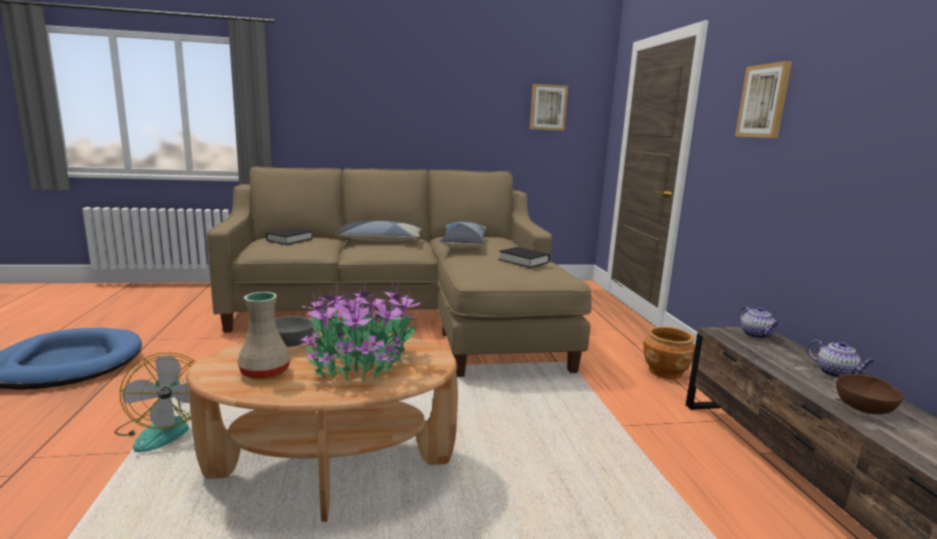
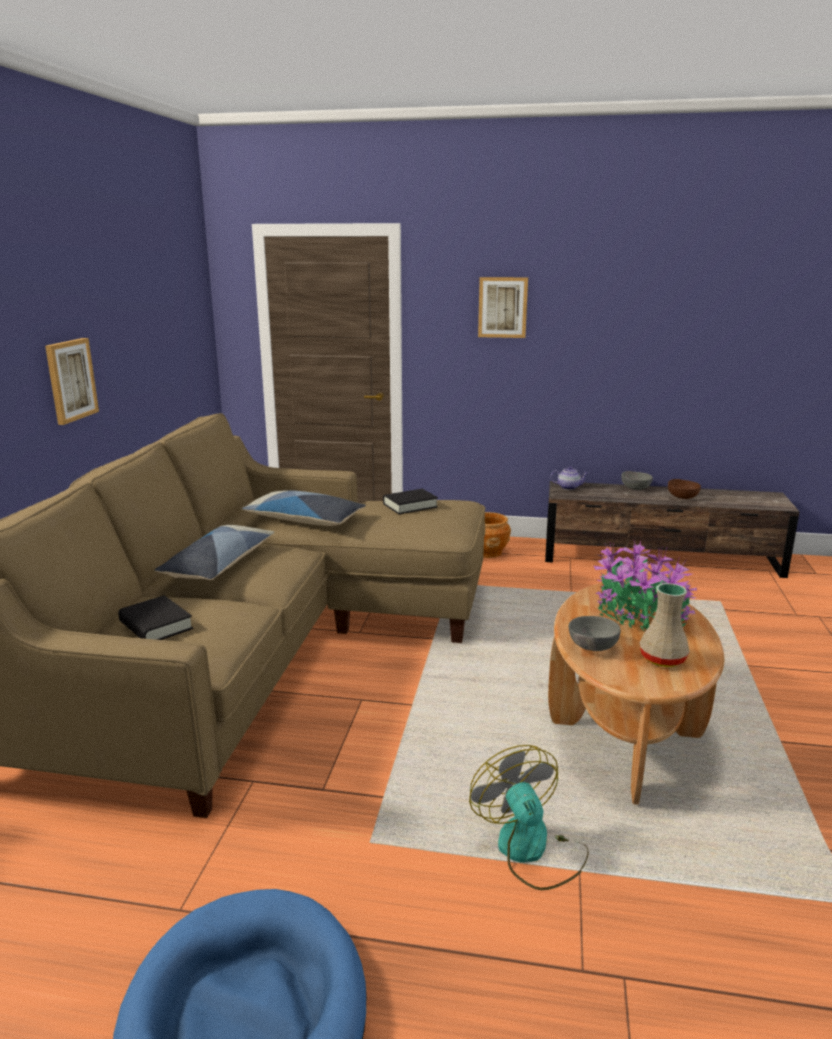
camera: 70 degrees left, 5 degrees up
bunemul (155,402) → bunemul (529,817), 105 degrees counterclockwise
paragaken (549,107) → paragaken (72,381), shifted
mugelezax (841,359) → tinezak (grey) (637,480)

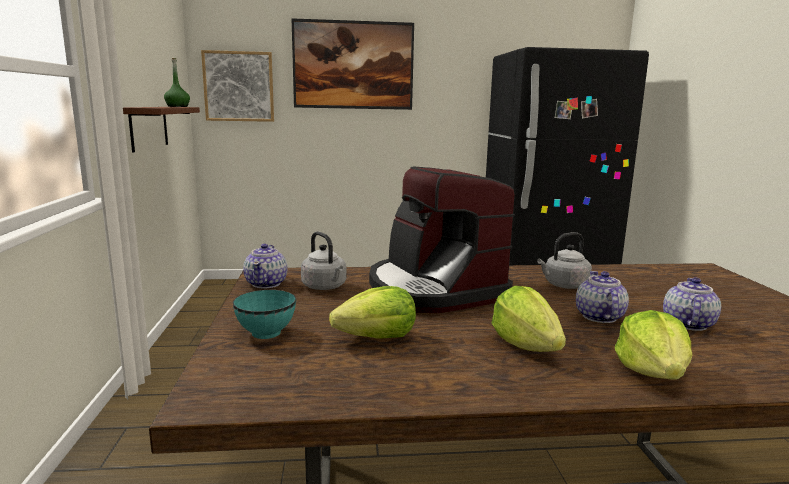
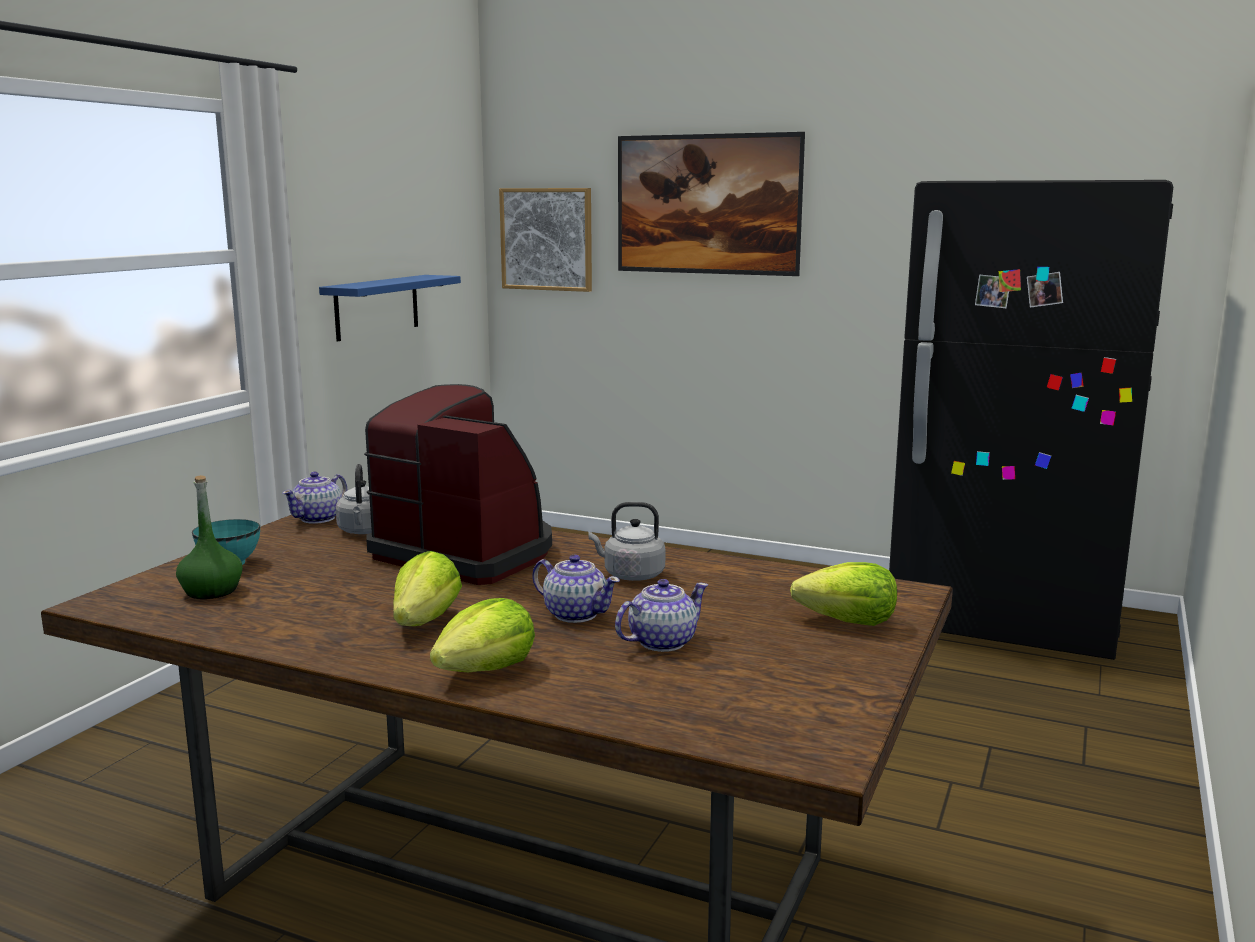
camera: 30 degrees right, 0 degrees up
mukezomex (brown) (161,130) → mukezomex (blue) (390,308)
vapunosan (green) (177,82) → vapunosan (green) (209,537), shifted
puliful (372,312) → puliful (843,594), shifted
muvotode (442,239) → muvotode (458,484), 120 degrees clockwise
mugelezax (602,297) → mugelezax (576,589), 90 degrees clockwise

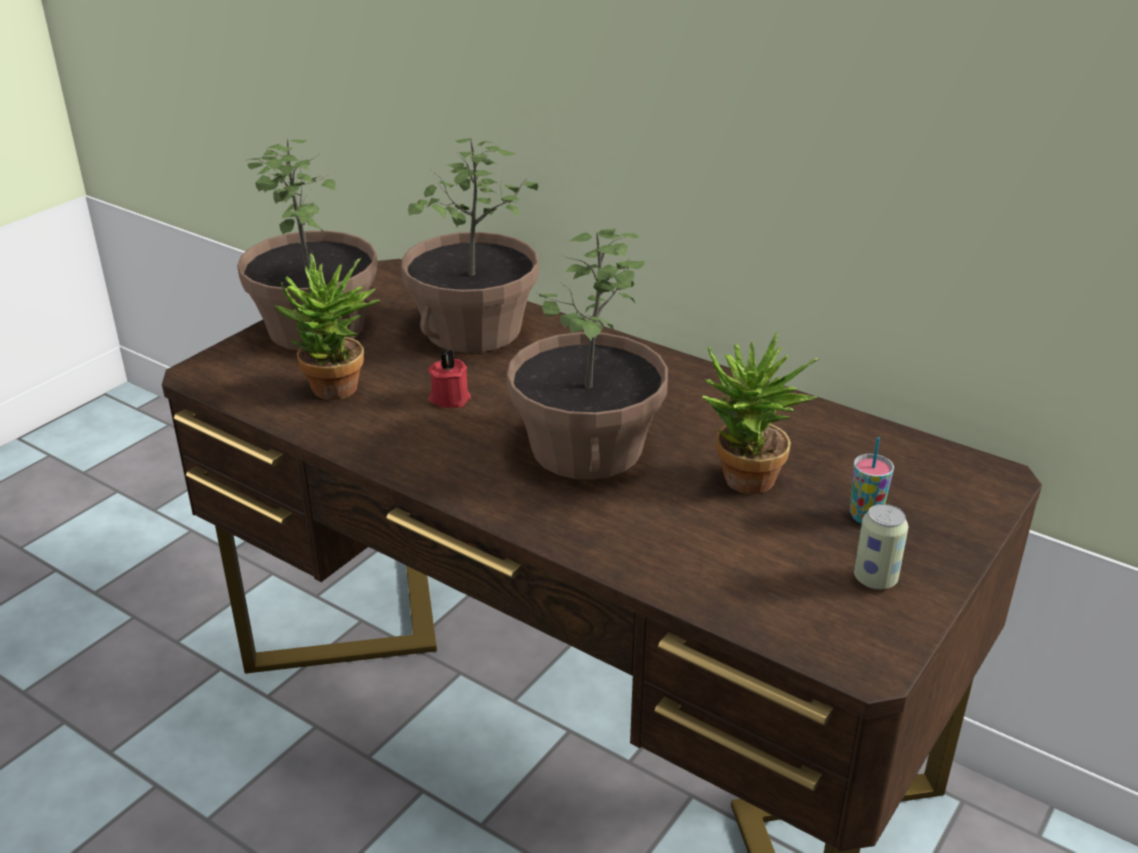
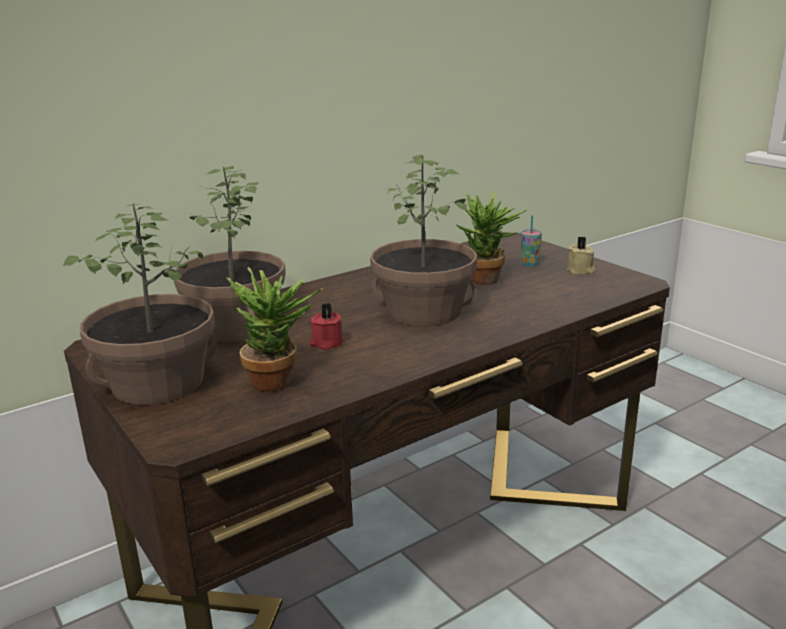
camera: 70 degrees left, 10 degrees down
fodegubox (881,547) → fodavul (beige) (580,255)

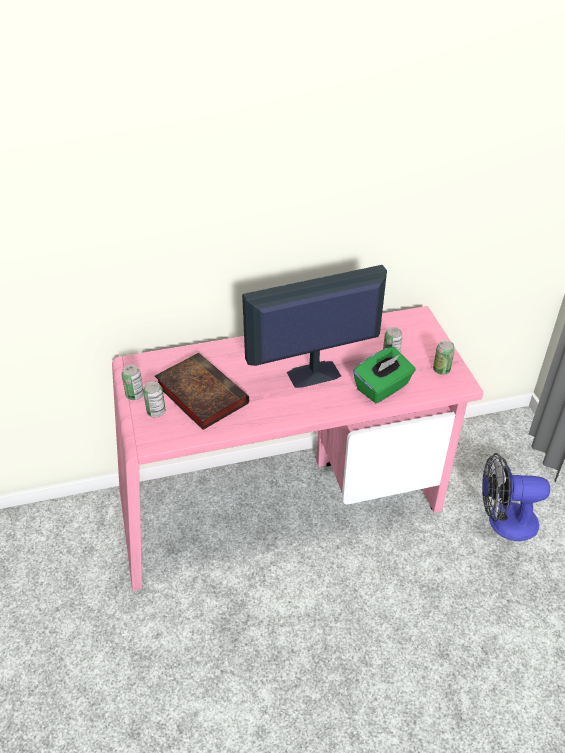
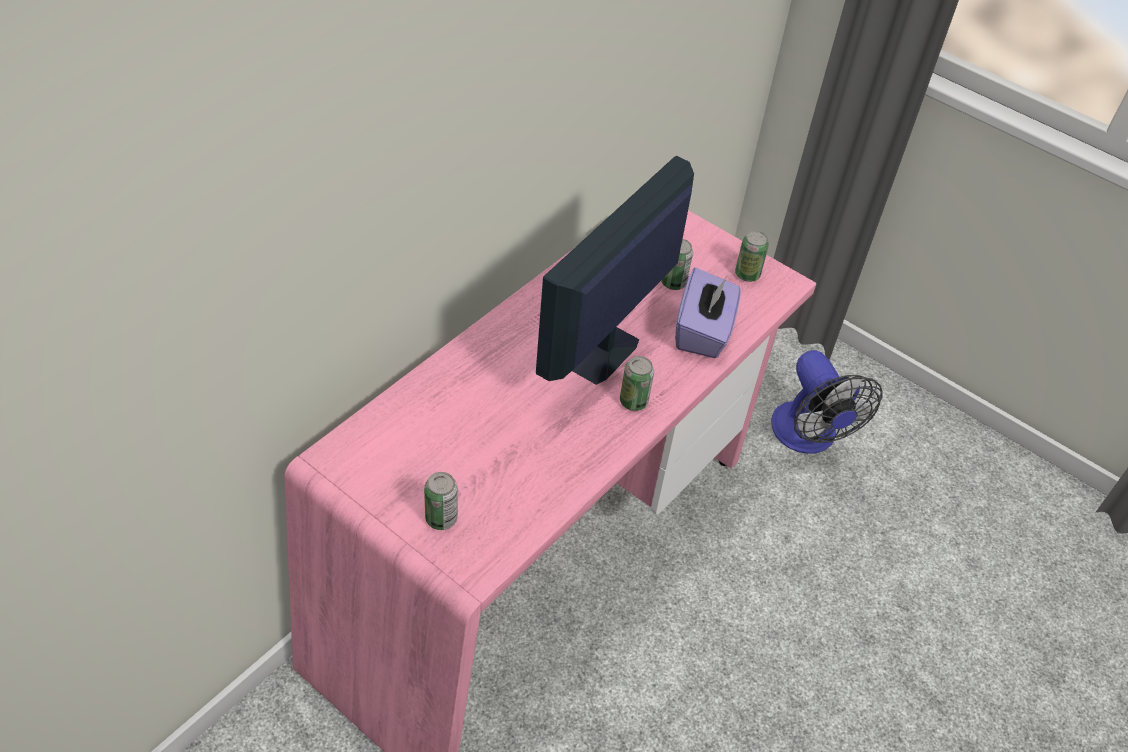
camera: 40 degrees left, 5 degrees up
fodegubox (133,382) → fodegubox (637,383), shifted
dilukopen (202,391) → -
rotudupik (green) (384,375) → rotudupik (purple) (708,313)
bunemul (516,497) → bunemul (826,402), 75 degrees counterclockwise

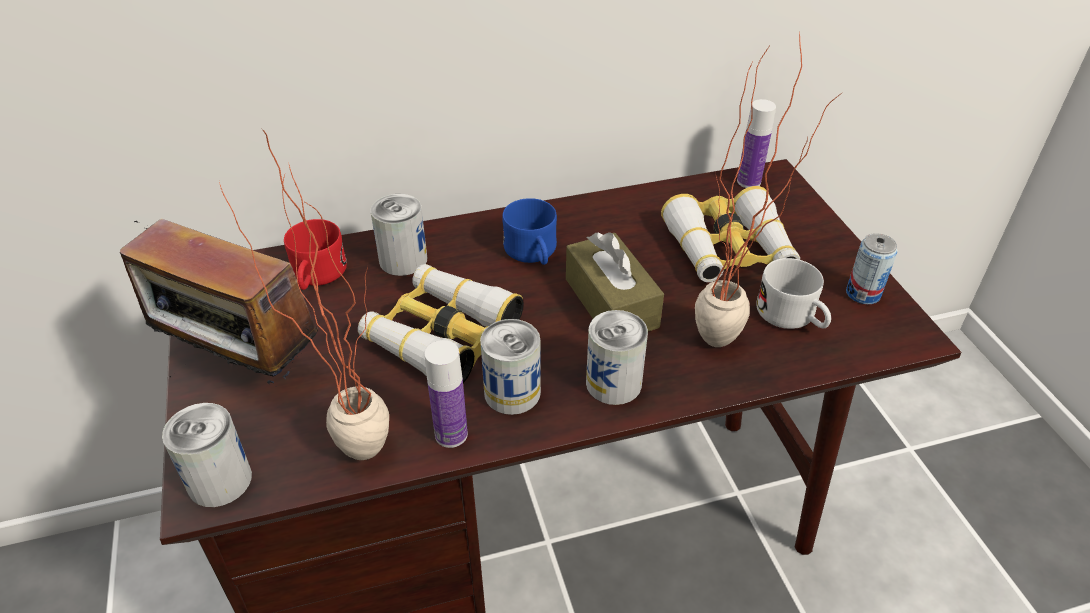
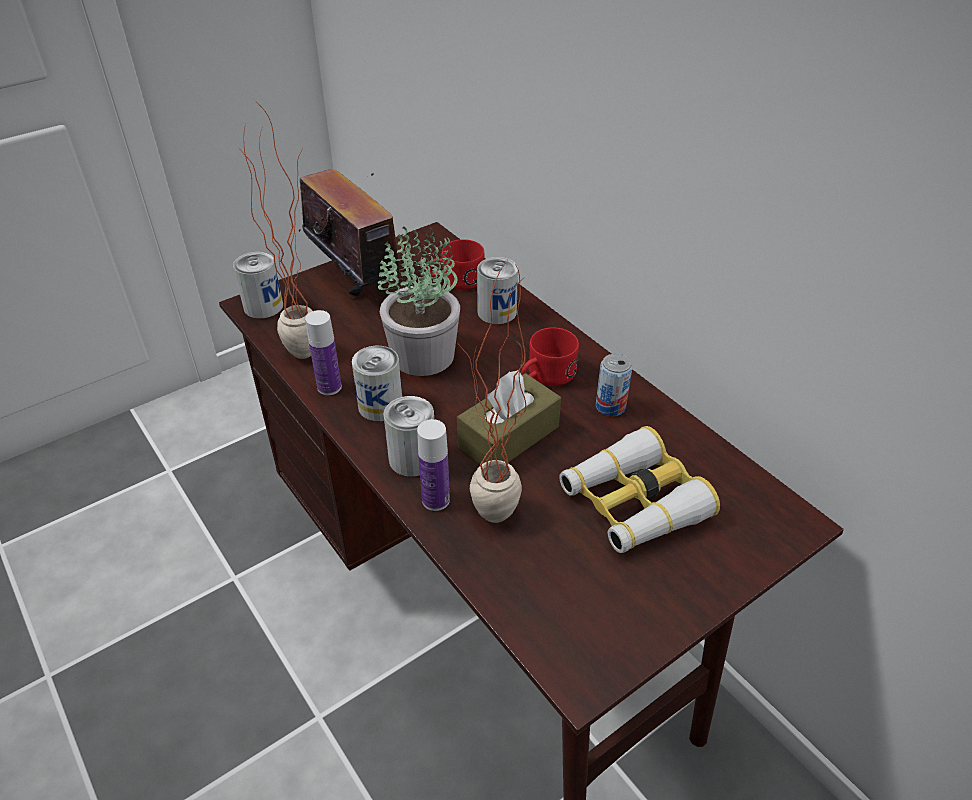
camera: 70 degrees right, 0 degrees up
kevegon (219,303) → kevegon (349,234), 135 degrees clockwise
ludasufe (441,323) → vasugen (419,301)
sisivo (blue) (529,231) → sisivo (red) (550,356)
vapunosan (756,143) → vapunosan (433,465), shifted
sisivo (white) (793,293) → -
fodegubox (872,268) → fodegubox (614,385), shifted

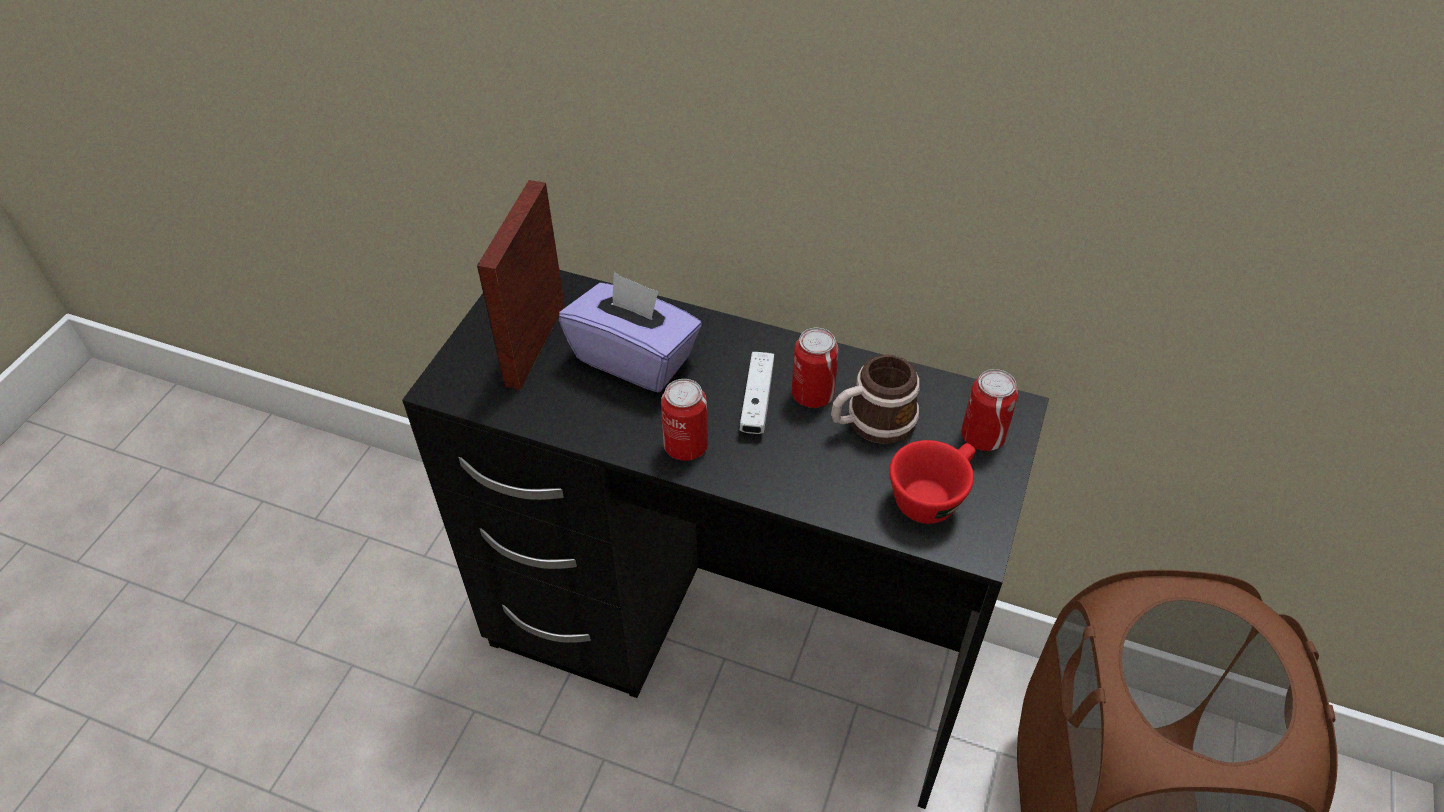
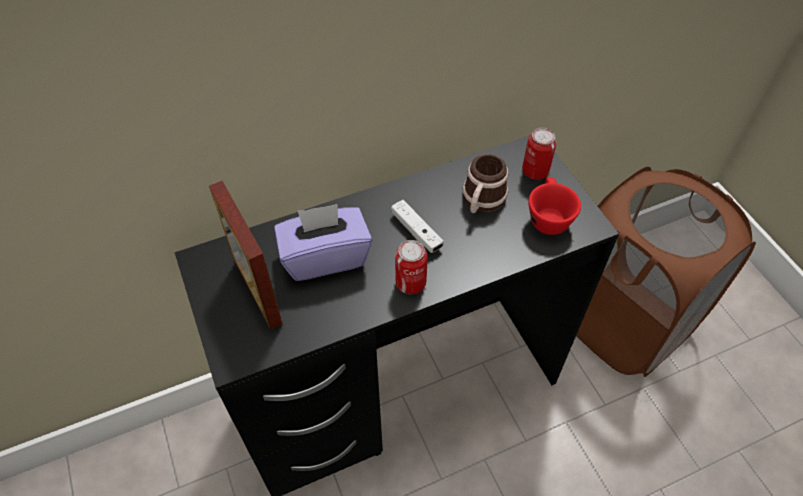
camera: 45 degrees left, 5 degrees up
fodegubox (815,368) → -

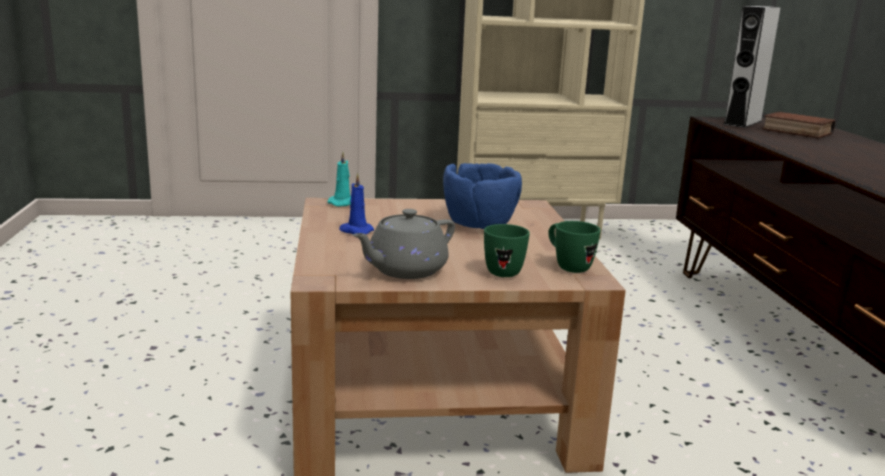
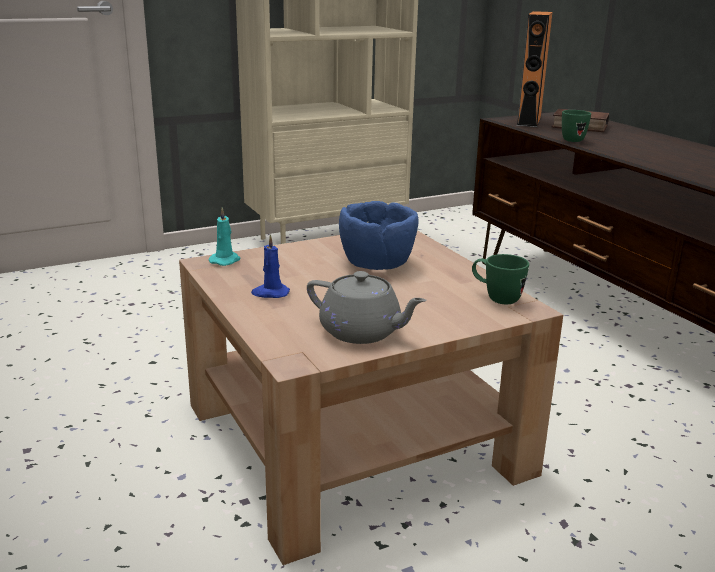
camera: 20 degrees left, 5 degrees up
mugelezax (grey) (403,244) → mugelezax (grey) (367,307), 90 degrees counterclockwise
sisivo (green) (507,250) → sisivo (green) (576,126), shifted
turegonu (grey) (752,67) → turegonu (orange) (534,69)

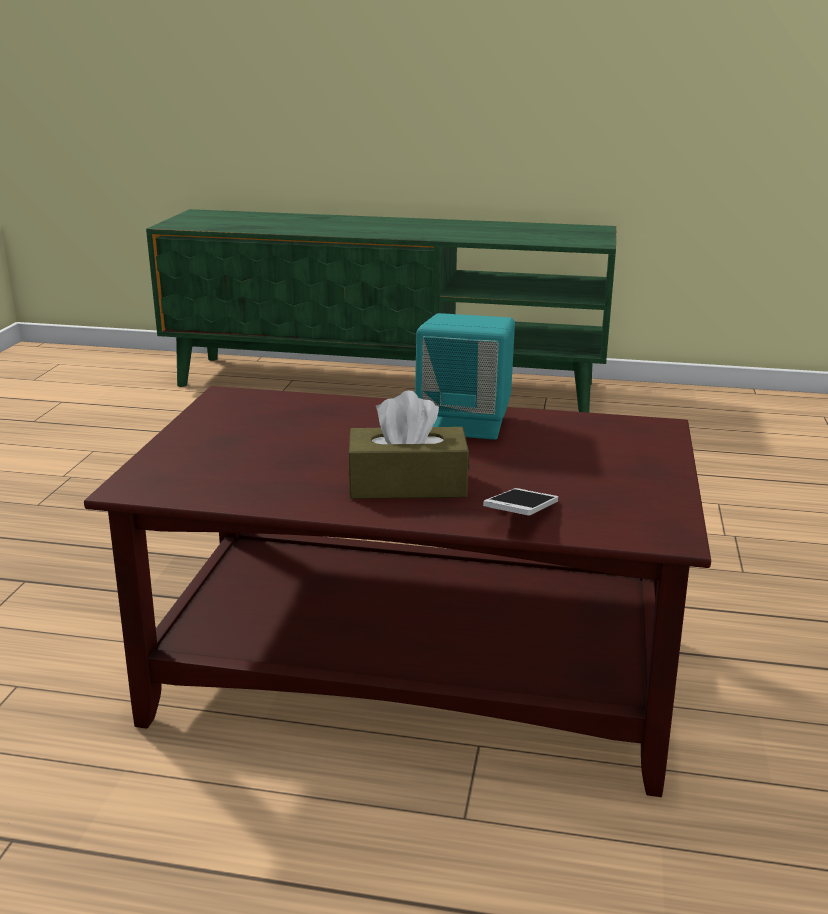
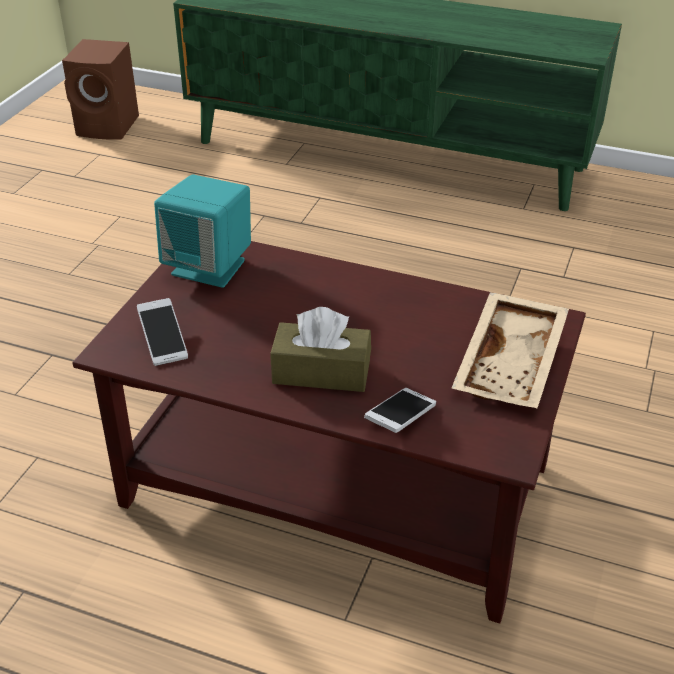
camera: 10 degrees right, 15 degrees up
turegonu (turquoise) (465,376) → turegonu (turquoise) (202,231), shifted
- → turegonu (brown) (100,89)
- → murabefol (162,332)
- → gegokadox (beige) (510,350)

